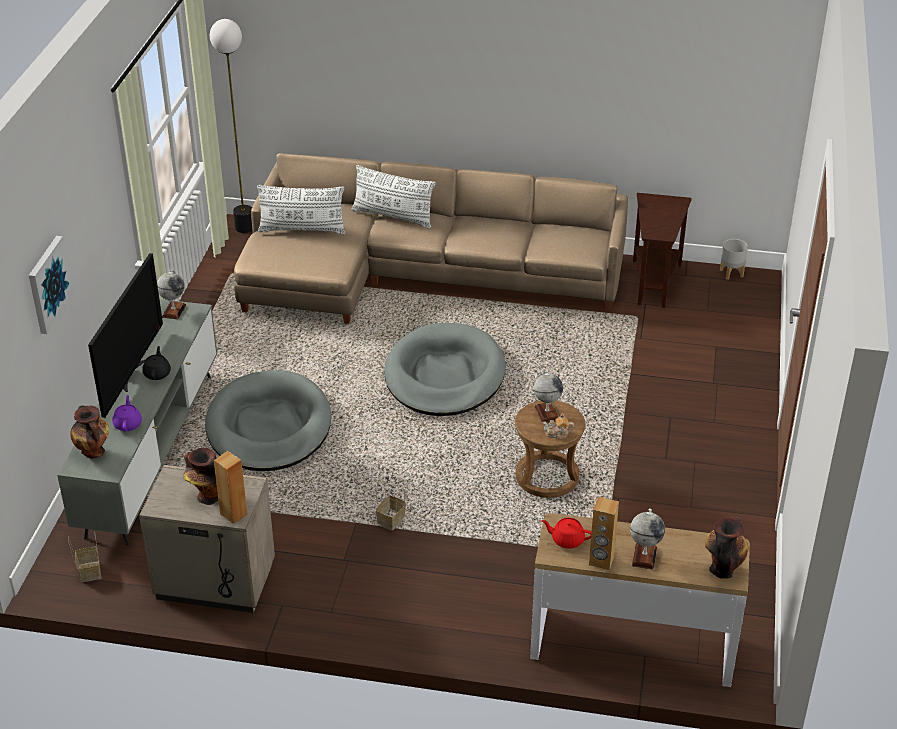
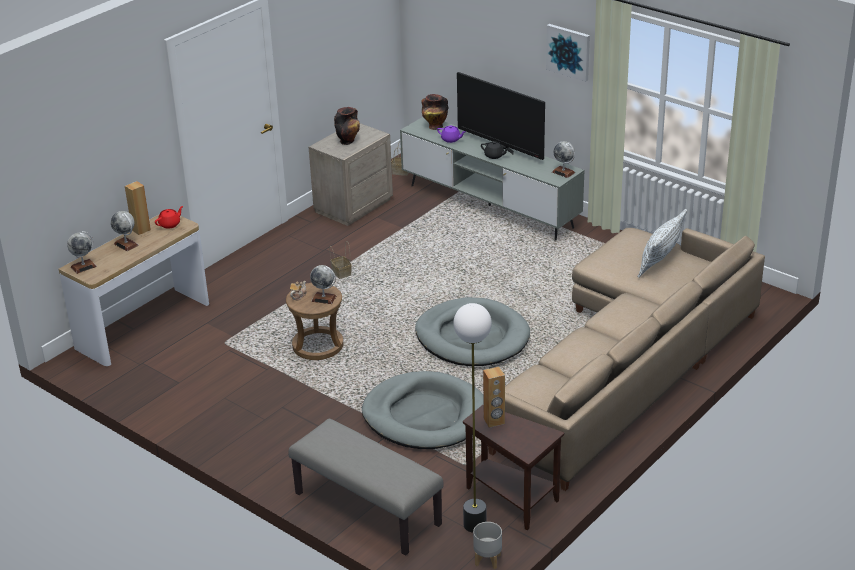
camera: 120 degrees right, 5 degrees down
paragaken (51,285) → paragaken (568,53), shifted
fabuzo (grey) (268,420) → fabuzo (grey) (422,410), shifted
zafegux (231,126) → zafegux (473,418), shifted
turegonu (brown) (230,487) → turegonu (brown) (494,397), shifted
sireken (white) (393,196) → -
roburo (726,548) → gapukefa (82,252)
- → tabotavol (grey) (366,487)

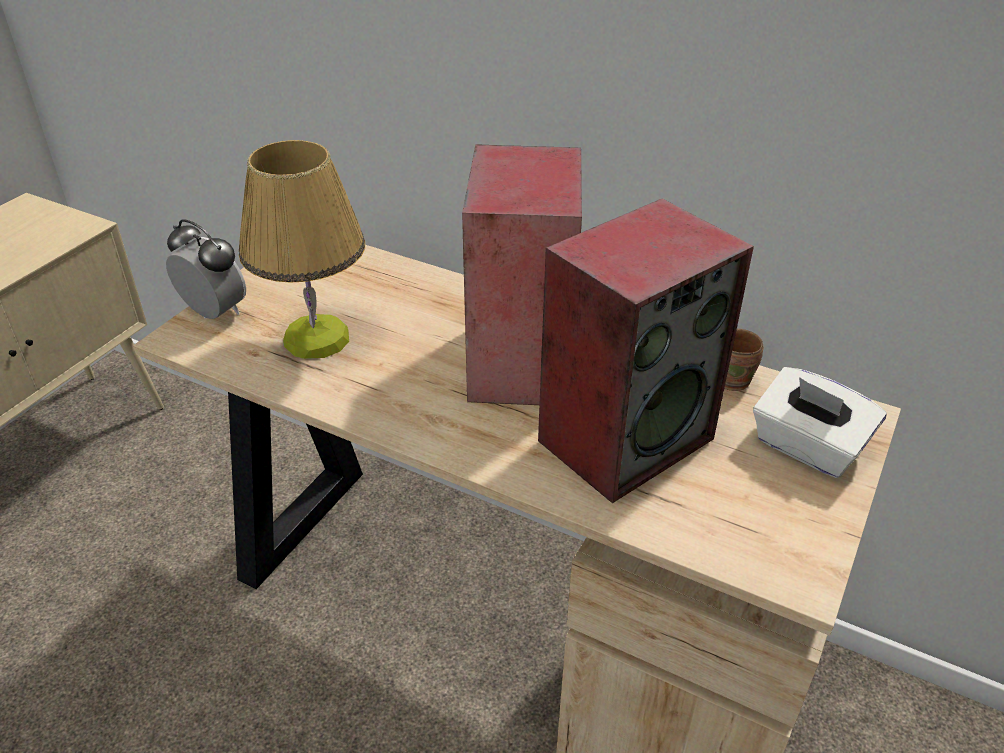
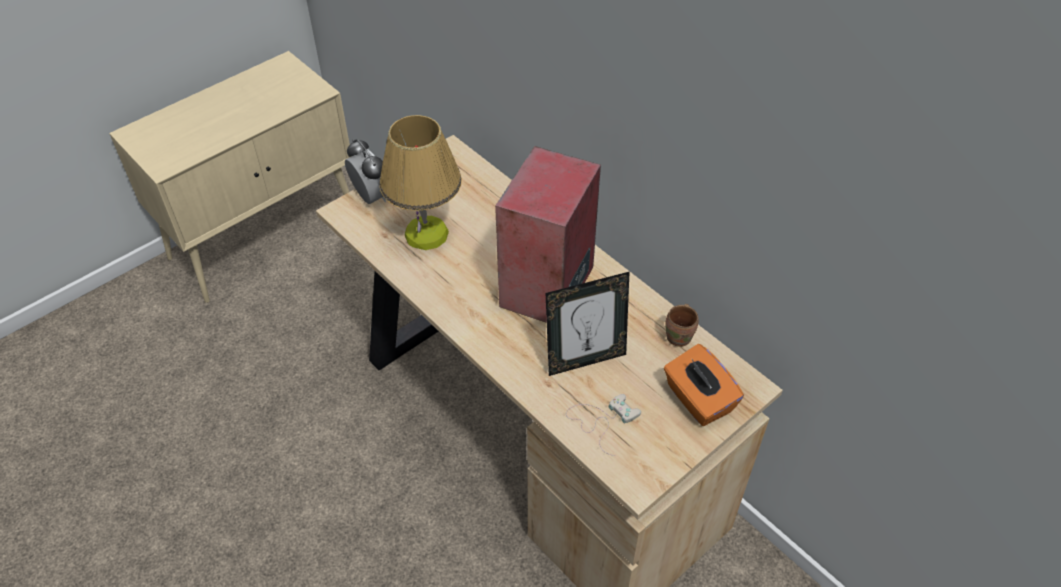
camera: 20 degrees right, 10 degrees up
turegonu (646,351) → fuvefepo (588,324)
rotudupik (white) (820,422) → rotudupik (orange) (704,385)
- → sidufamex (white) (603,425)

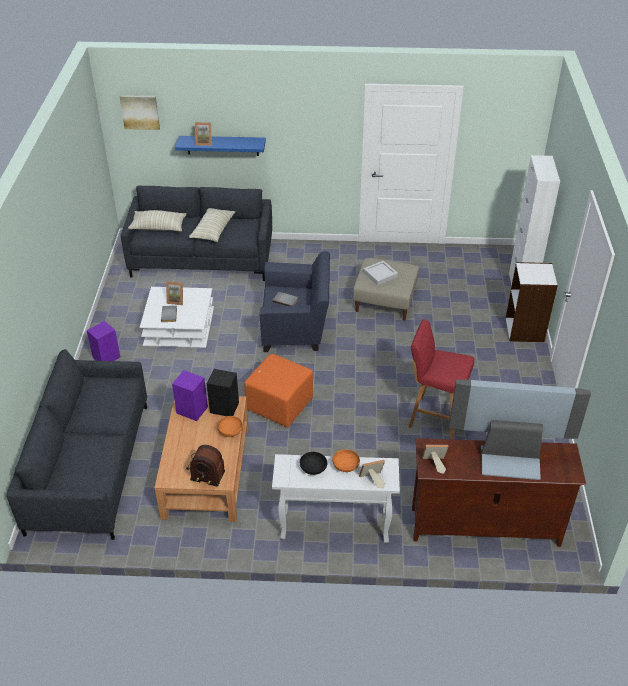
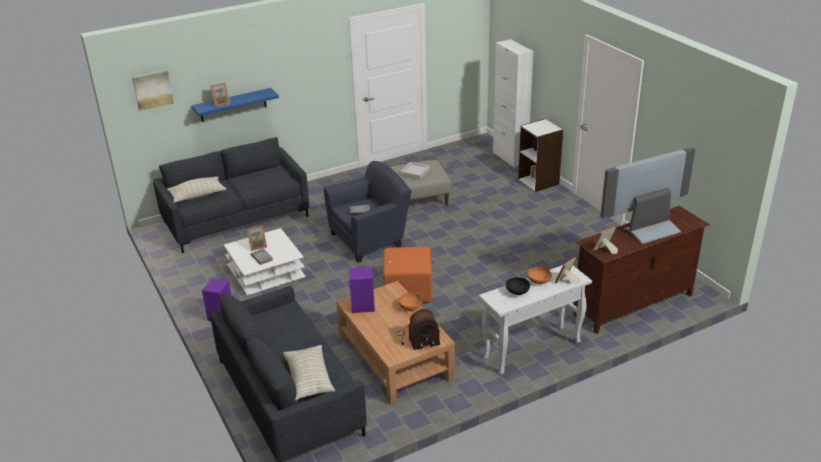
camera: 30 degrees left, 10 degrees down
sireken (212,225) → sireken (309,373), shifted
turegonu (black) (223,392) → -
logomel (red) (441,379) → -

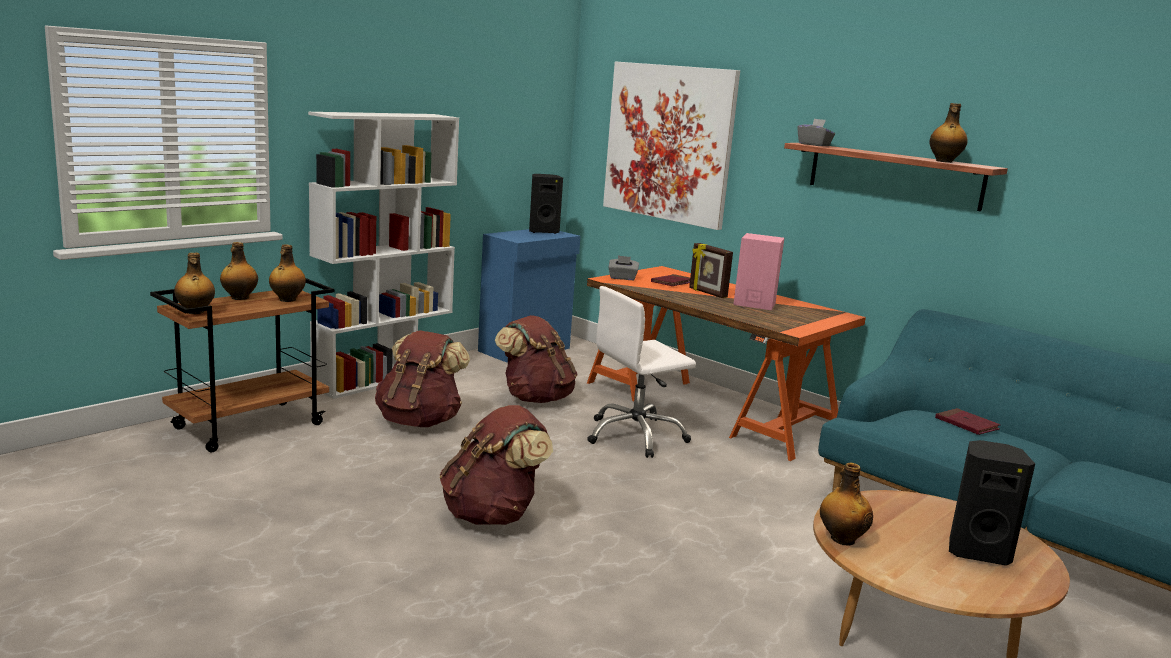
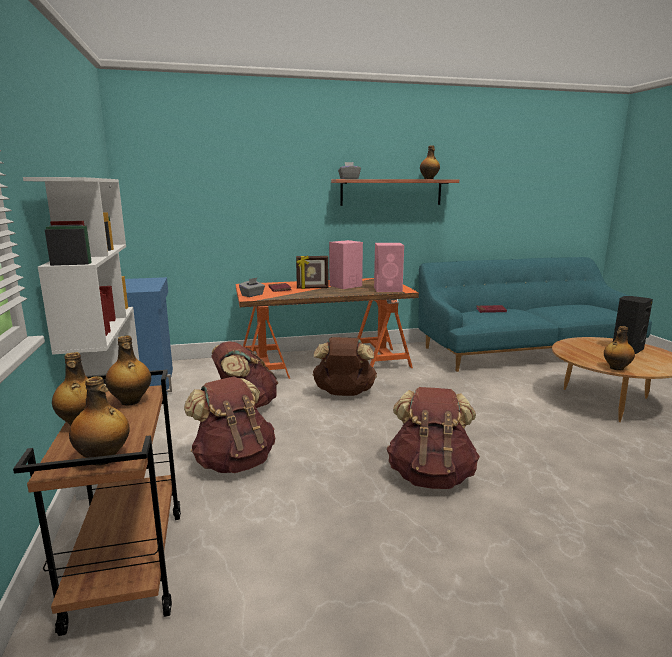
camera: 55 degrees left, 0 degrees up
turegonu (black) (546,204) → -
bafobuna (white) (641,372) → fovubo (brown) (344,366)
paragaken (671,145) → -
- → turegonu (pink) (389,267)

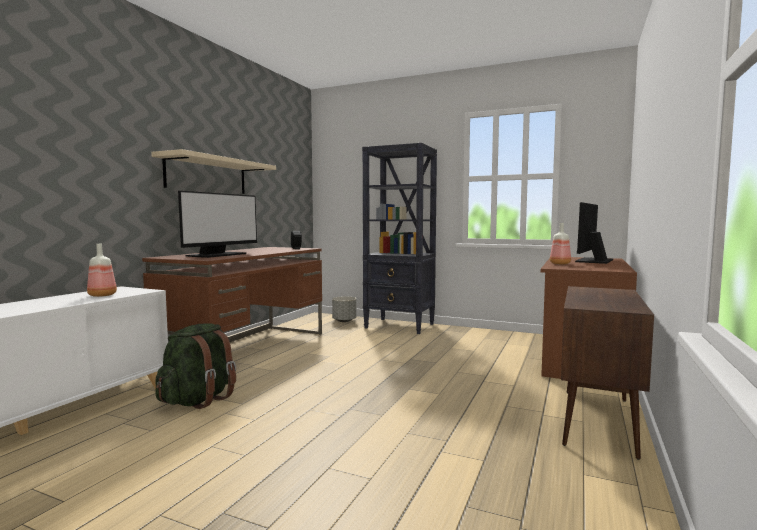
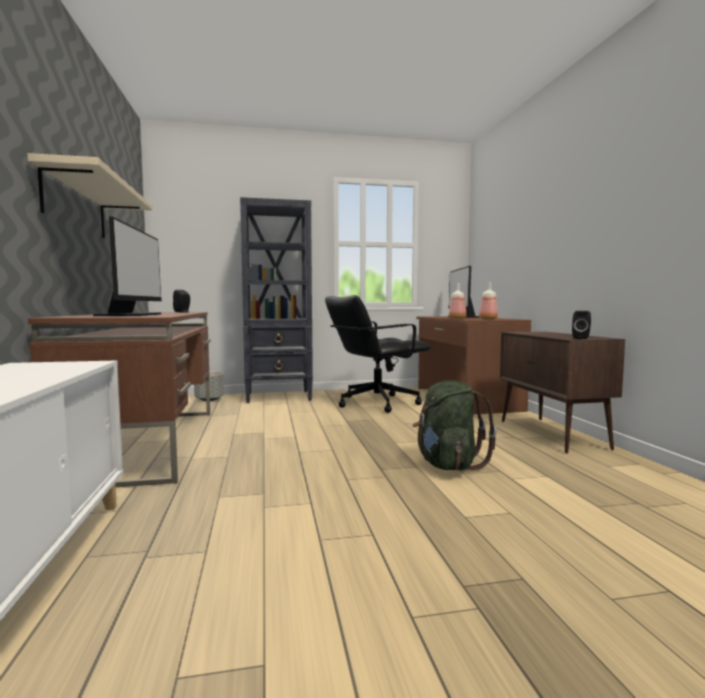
camera: 35 degrees left, 0 degrees up
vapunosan (102,270) → vapunosan (488,301), shifted
fovubo (green) (196,366) → fovubo (green) (454,425), shifted
- → bafobuna (black) (378,354)
- → turegonu (black) (581,325)

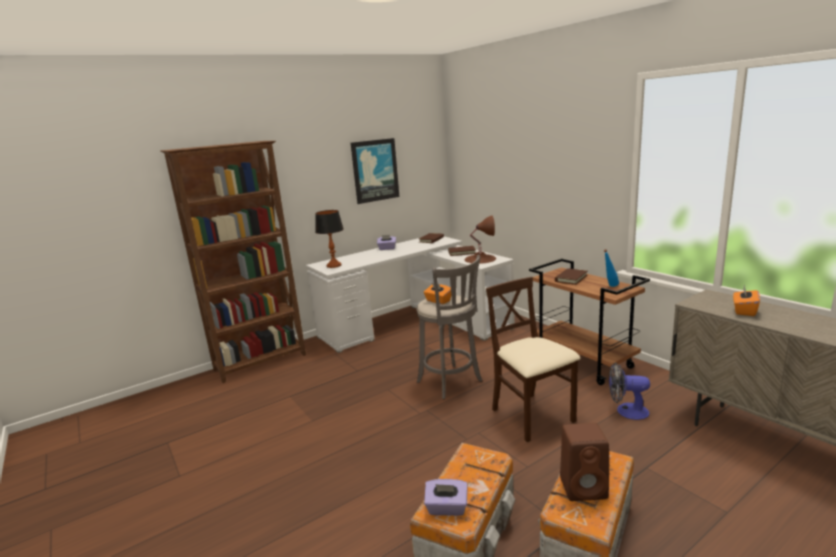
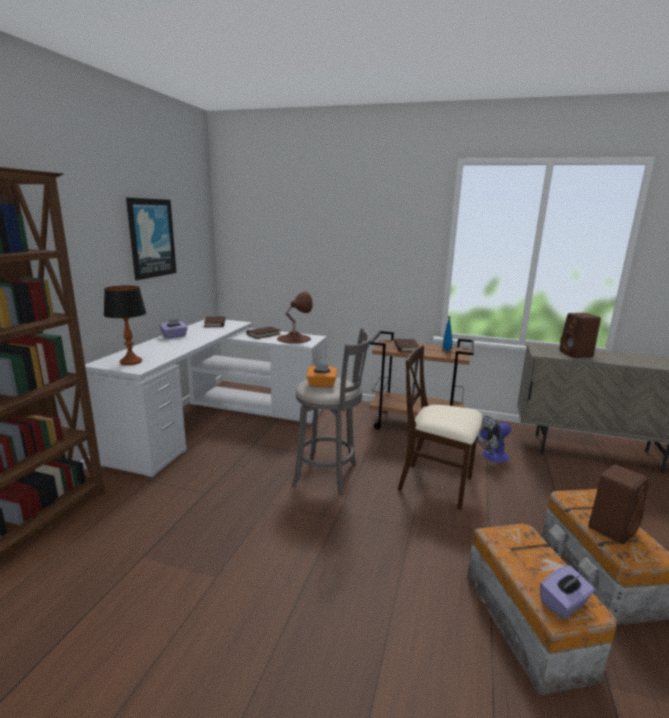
camera: 40 degrees left, 0 degrees up
rotudupik (orange) (746,300) → turegonu (brown) (580,335)

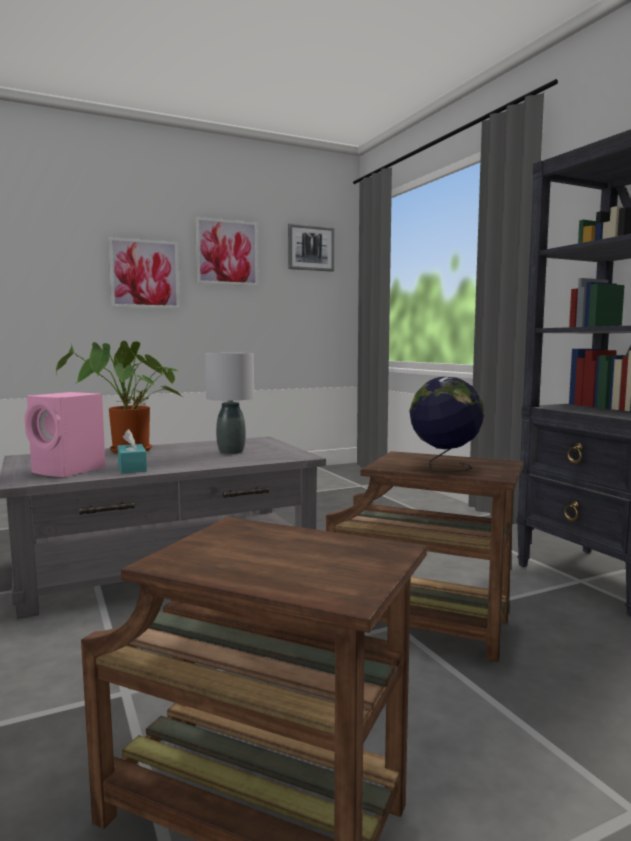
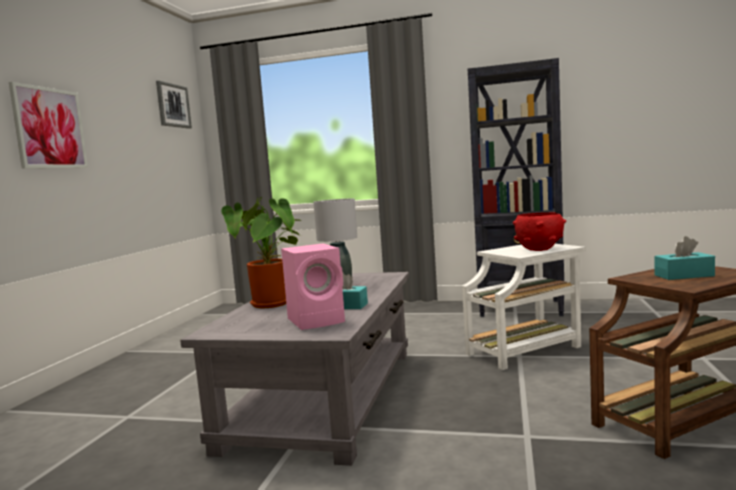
camera: 50 degrees left, 0 degrees up
paragaken (226,251) → -
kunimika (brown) (425,556) → kunimika (white) (524,307)
gapukefa (446,424) → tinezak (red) (539,231)
- → rotudupik (turquoise) (684,258)

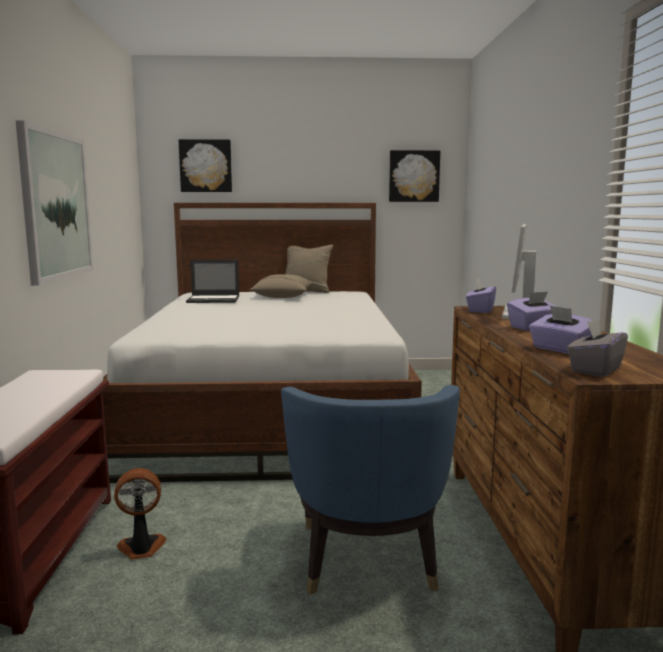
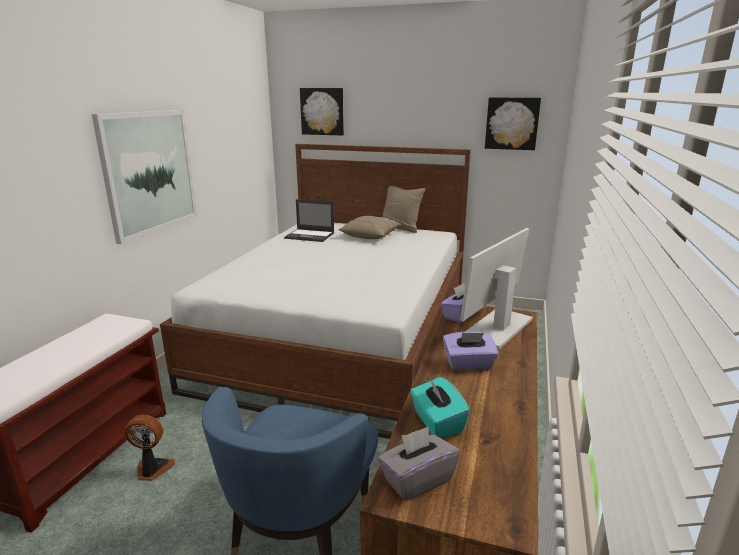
camera: 20 degrees right, 10 degrees up
rotudupik (purple) (560,329) → rotudupik (turquoise) (440,407)

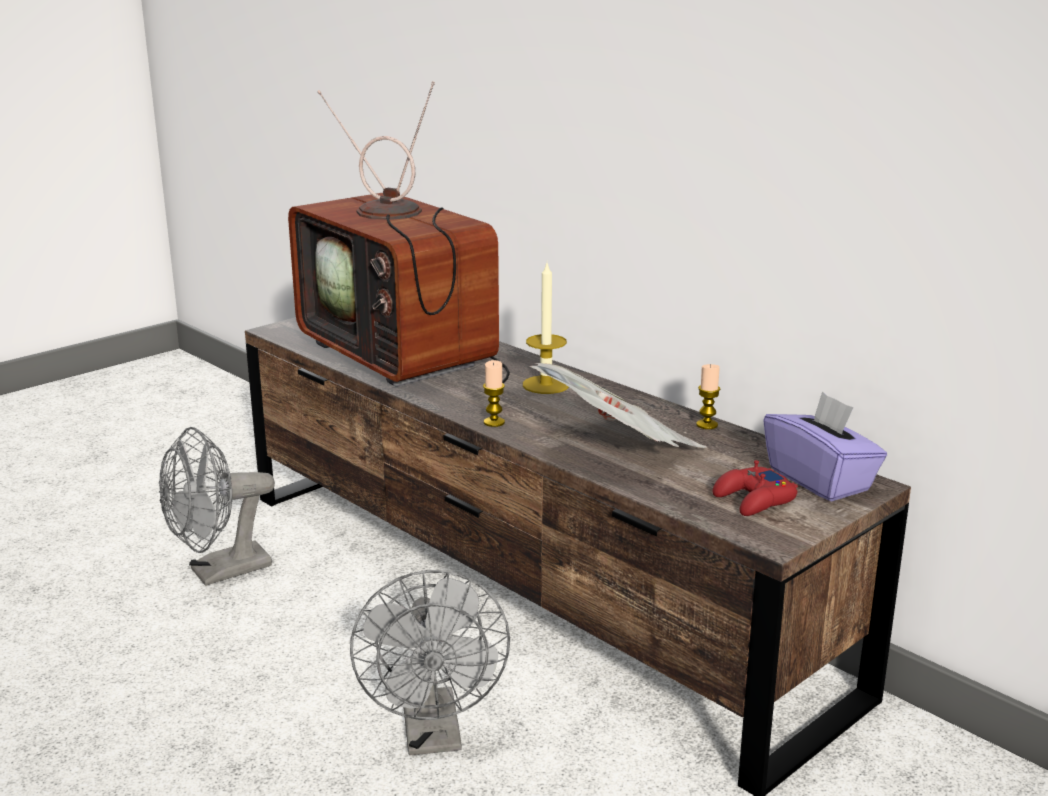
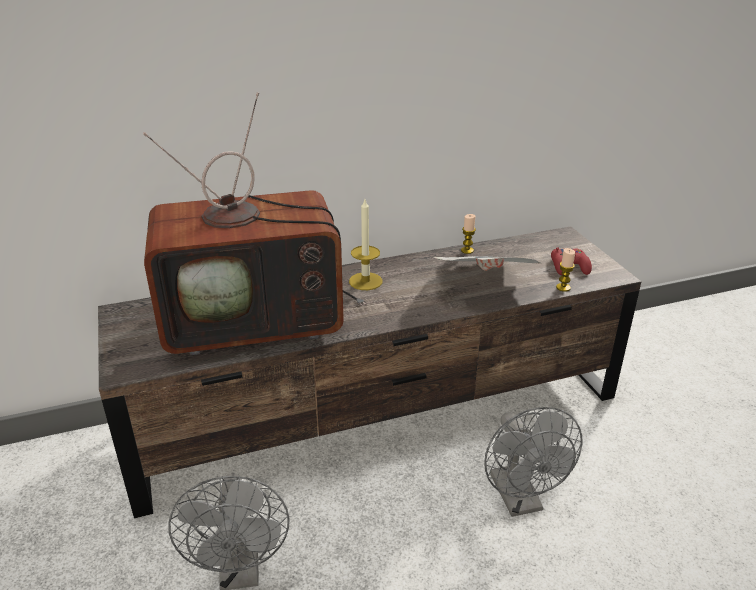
camera: 65 degrees left, 10 degrees up
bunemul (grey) (430,662) → bunemul (grey) (533,462), 60 degrees clockwise
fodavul (494,393) → fodavul (565,270), shifted
rotudupik (purple) (825,446) → -

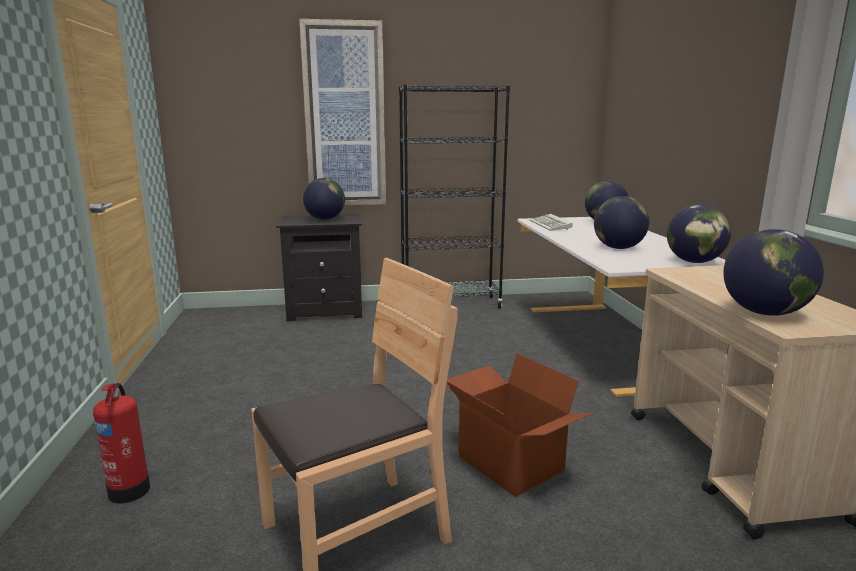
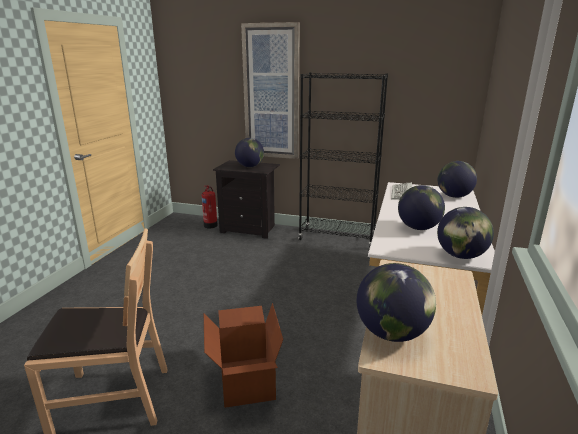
camera: 25 degrees right, 5 degrees up
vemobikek (121,443) → vemobikek (210,206), shifted

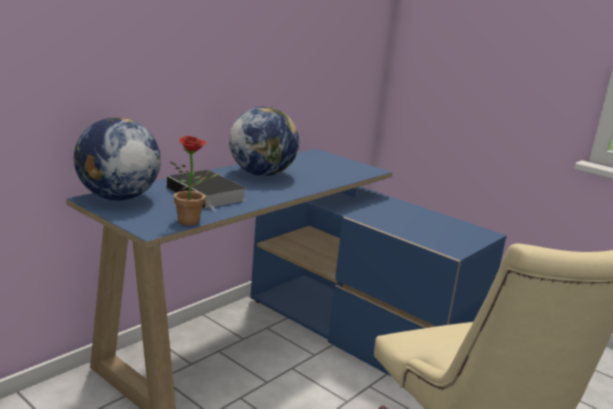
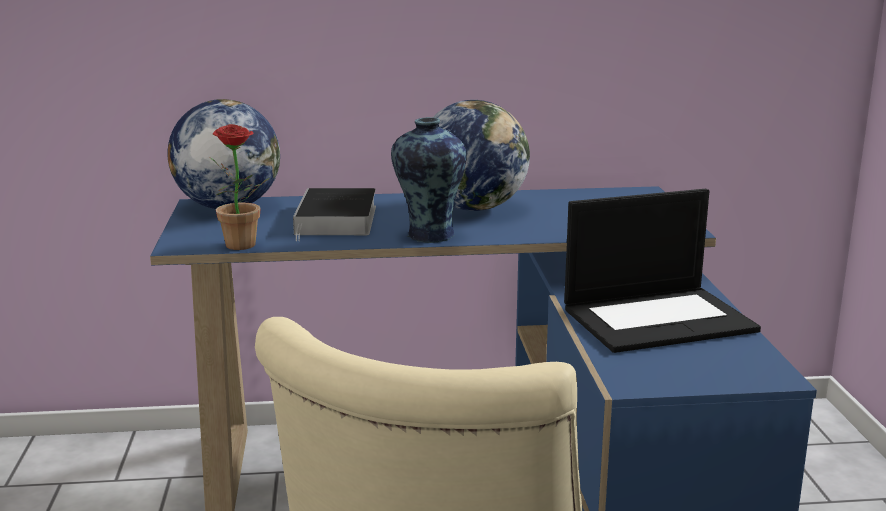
camera: 45 degrees right, 0 degrees up
- → roburo (429,180)
- → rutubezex (662,271)

